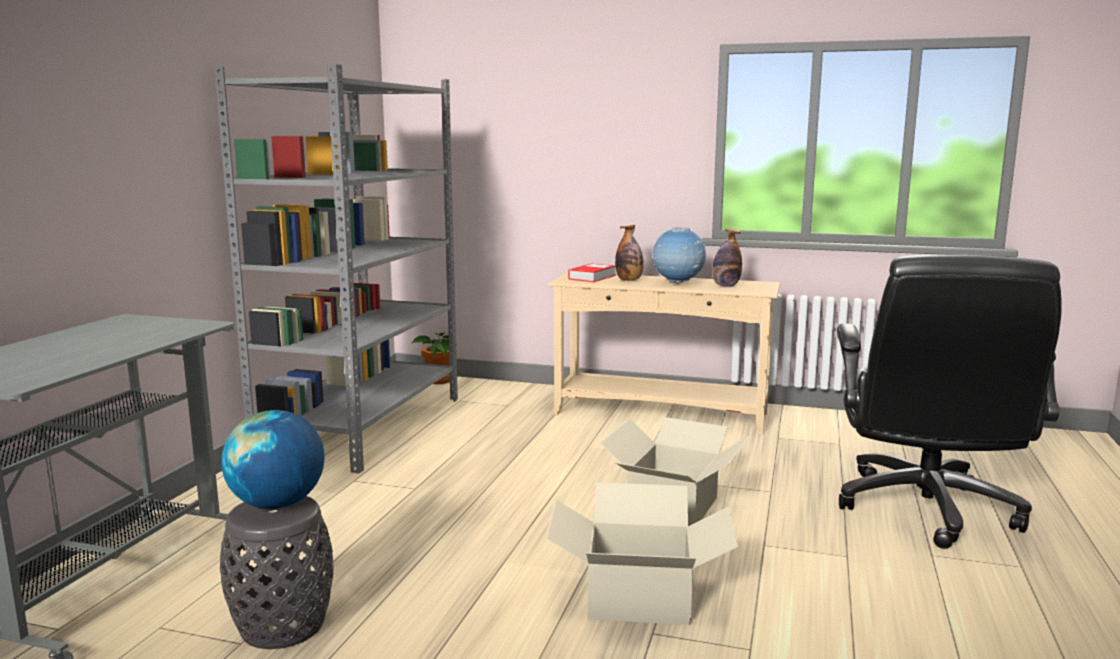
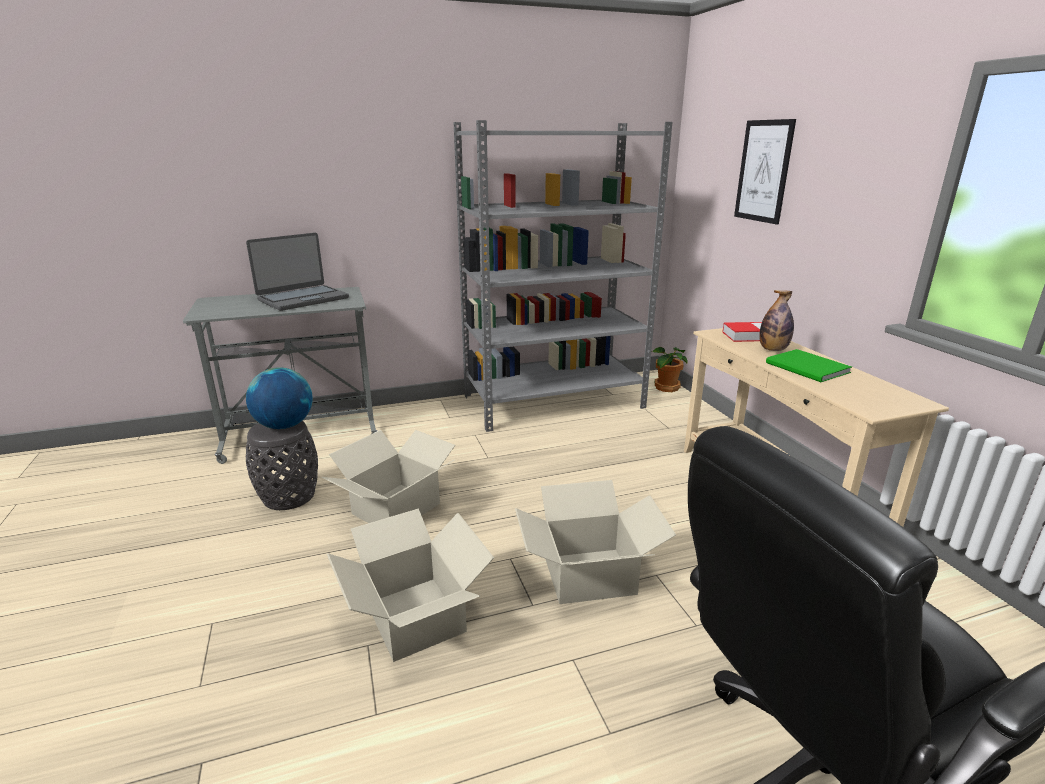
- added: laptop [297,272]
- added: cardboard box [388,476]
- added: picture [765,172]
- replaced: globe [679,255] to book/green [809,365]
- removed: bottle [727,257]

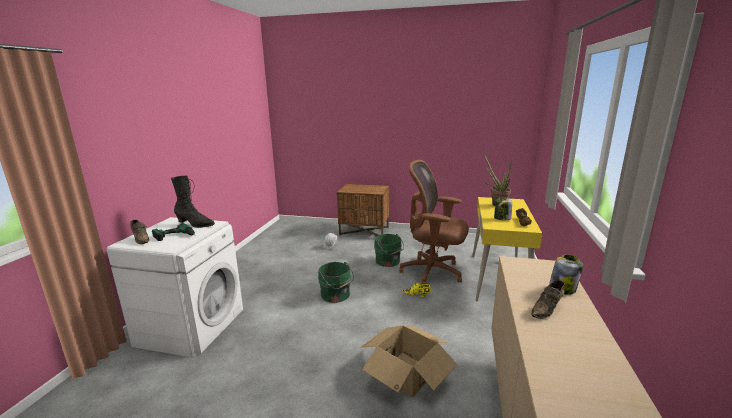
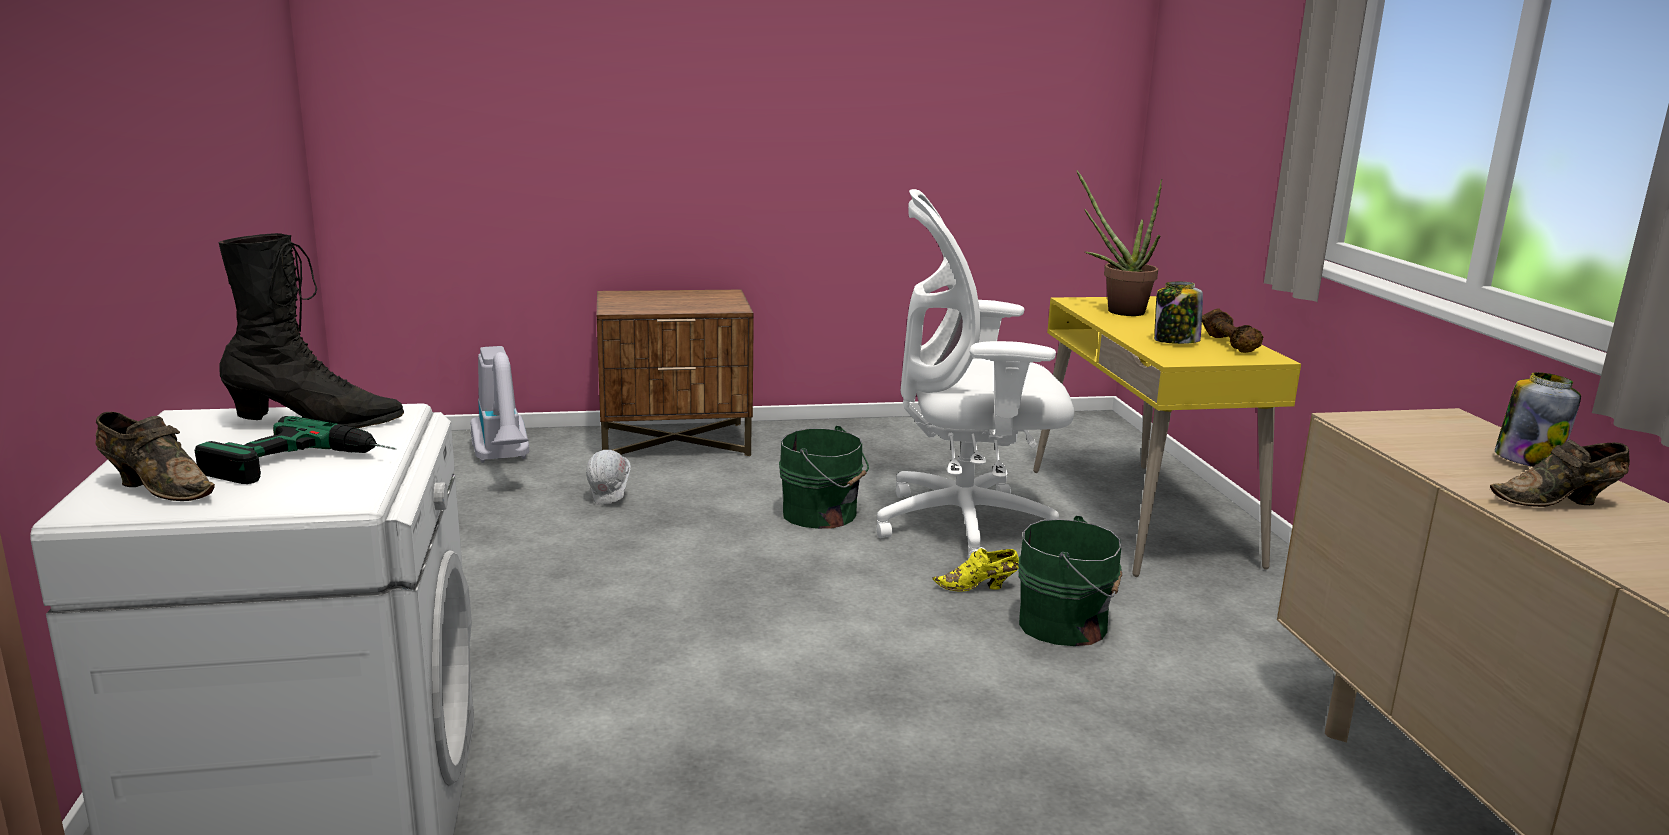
- added: vacuum cleaner [499,404]
- recoloured: office chair/brown [434,222] to office chair/white [975,373]
- moved: bucket/green [336,282] to [1070,581]
- turned: shoe/brown [548,299] = [1560,473] 60 degrees clockwise
- removed: cardboard box [409,361]

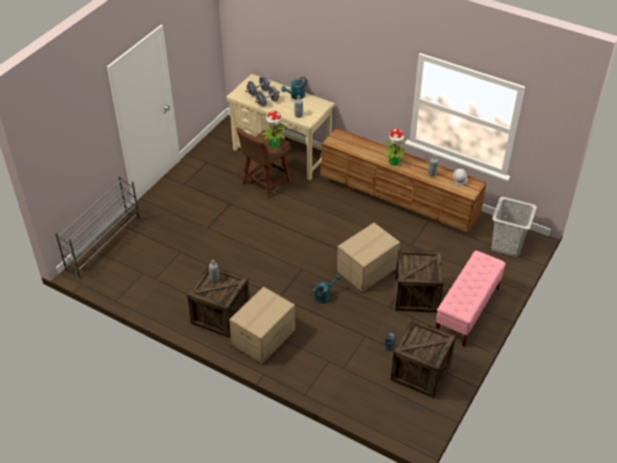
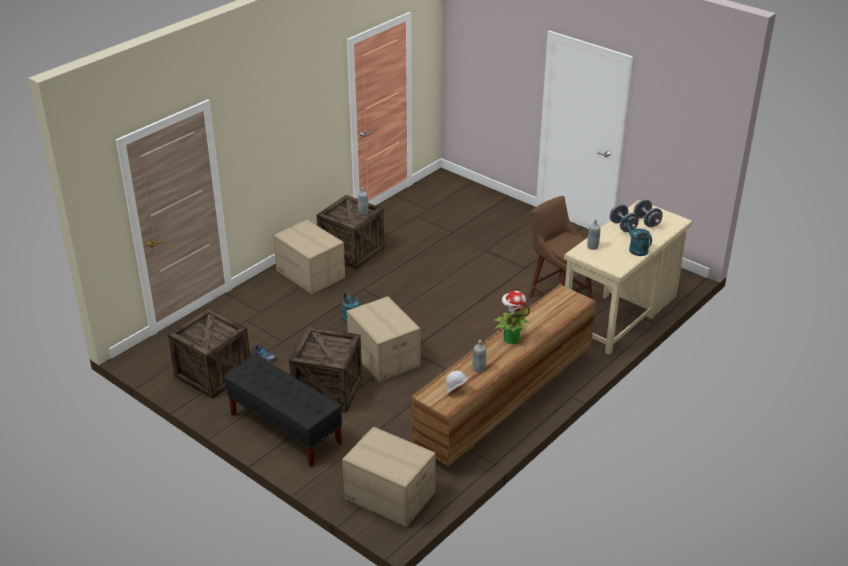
- recoloured: bench/pink [471,299] to bench/black [283,411]
- replaced: laundry basket/grey [514,227] to cardboard box [389,477]
- removed: shoe rack/grey [98,227]
- removed: potted plant [273,129]

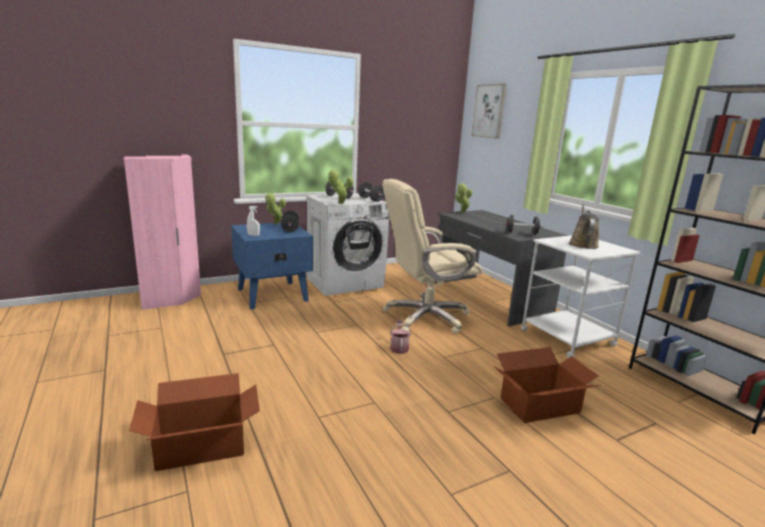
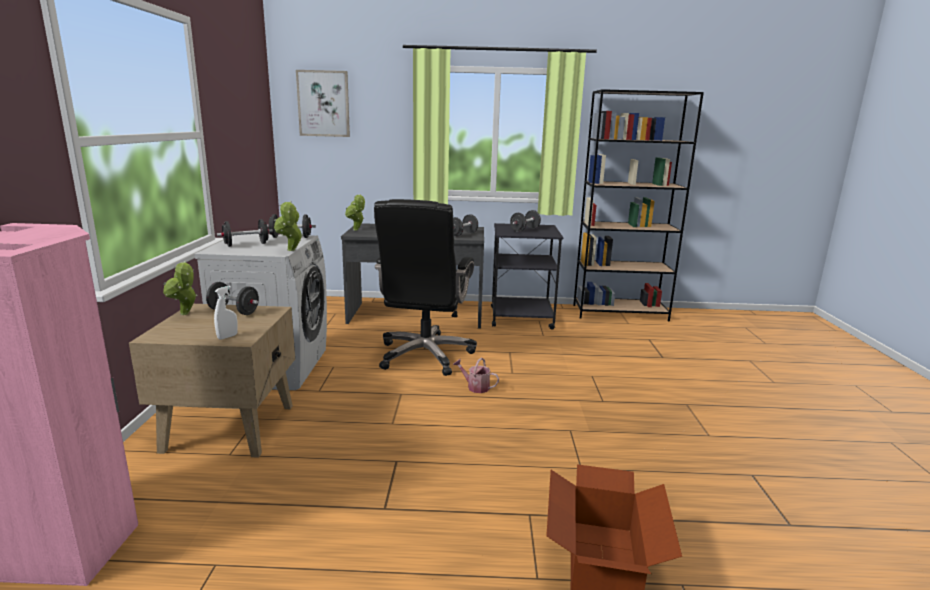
- recoloured: nightstand/blue [272,266] to nightstand/beige [212,381]
- recoloured: office chair/beige [432,256] to office chair/black [425,287]
- recoloured: cart/white [580,296] to cart/black [527,276]
- replaced: watering can/brown [584,226] to dumbbell/black [525,221]
- removed: cardboard box [548,385]

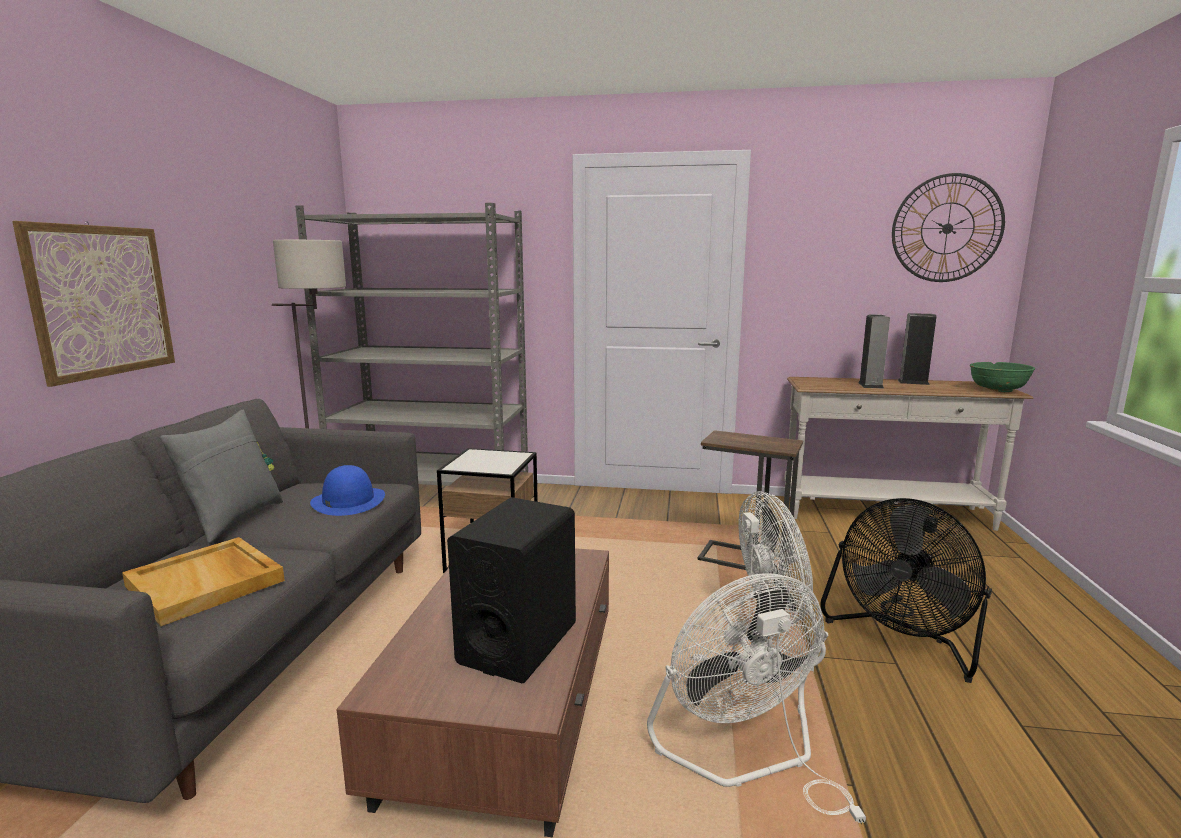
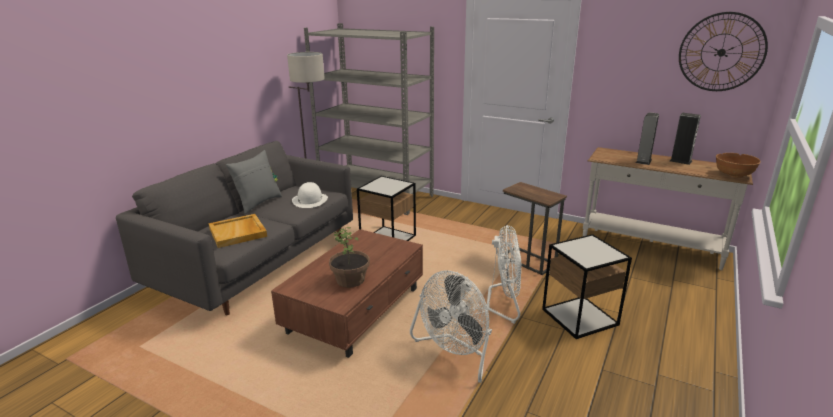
- recoloured: hat/blue [347,490] to hat/white [310,195]
- replaced: speaker/black [511,590] to potted plant [349,257]
- turned: fan/white [756,698] = [451,326] 135 degrees counterclockwise
- replaced: fan/black [906,590] to side table [587,286]
- recoloured: bowl/green [1002,377] to bowl/brown [738,165]
- removed: picture [93,304]

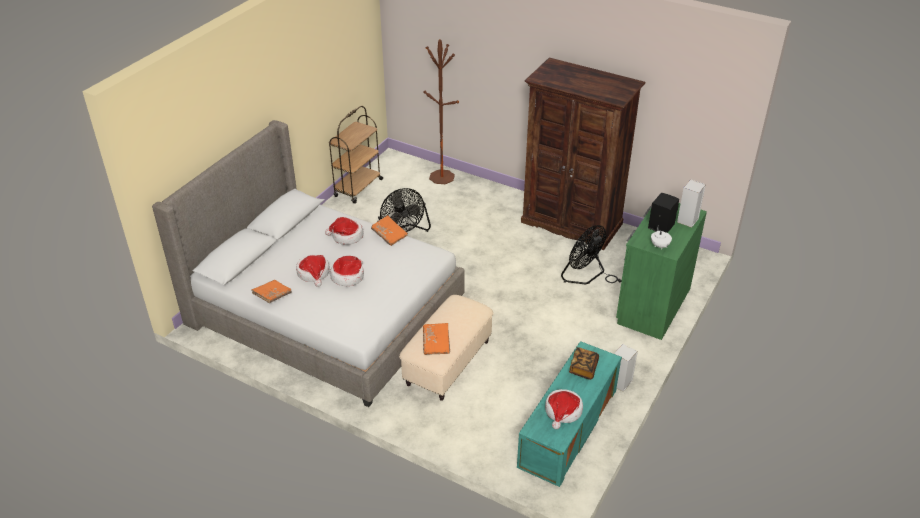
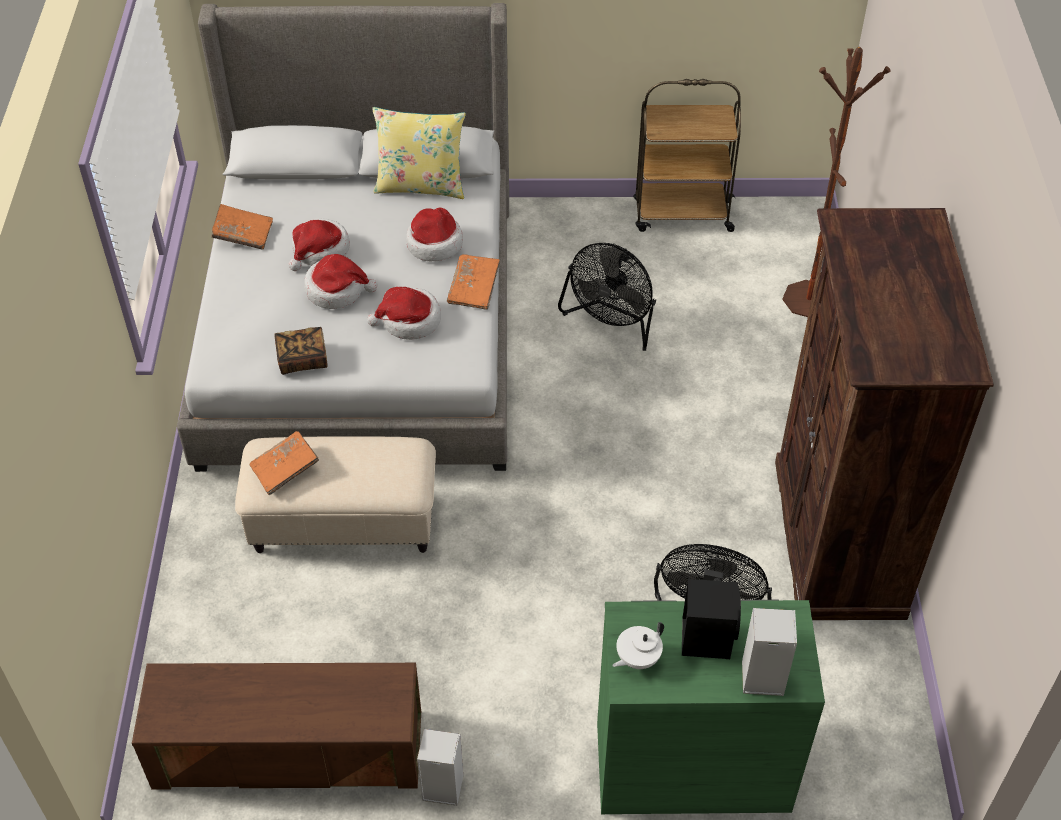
- recoloured: bench/turquoise [569,414] to bench/brown [276,726]
- moved: book [584,363] to [301,351]
- moved: hat [564,409] to [404,313]
- added: pillow/yellow [419,153]

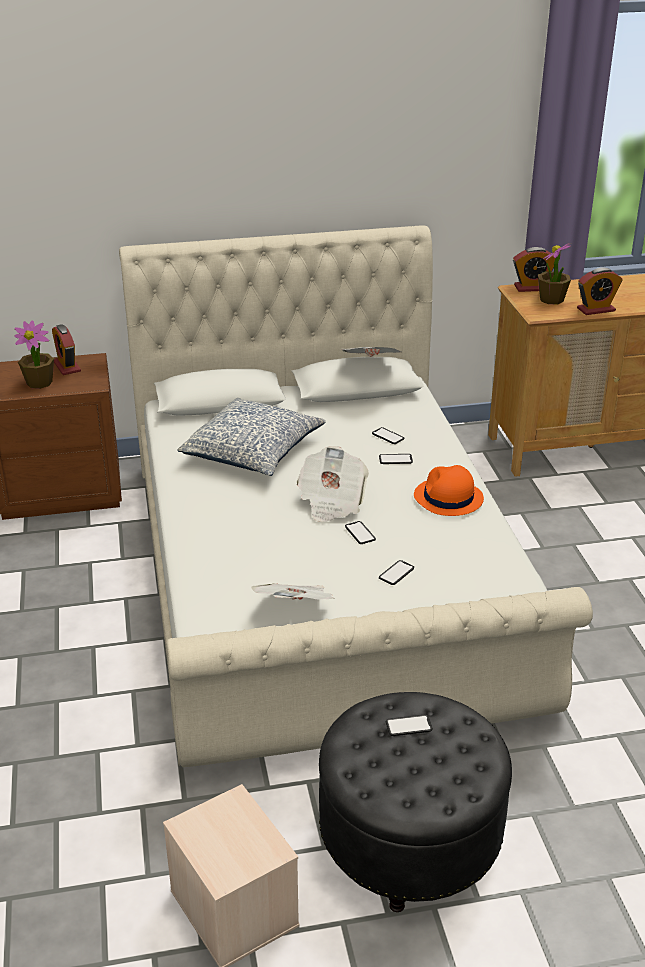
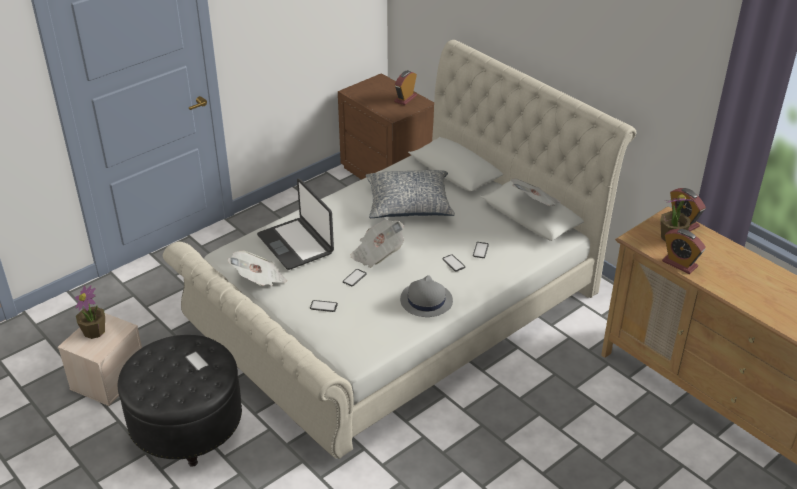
- moved: potted plant [34,355] to [90,312]
- added: laptop [295,224]
- recoloured: hat/orange [449,490] to hat/grey [426,296]

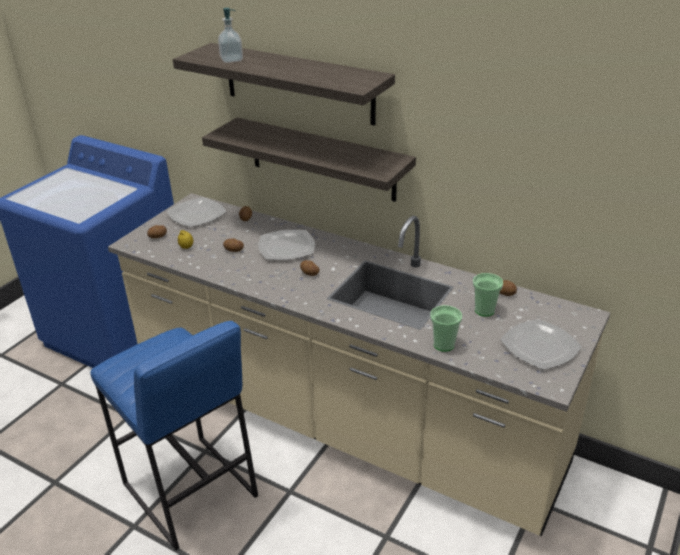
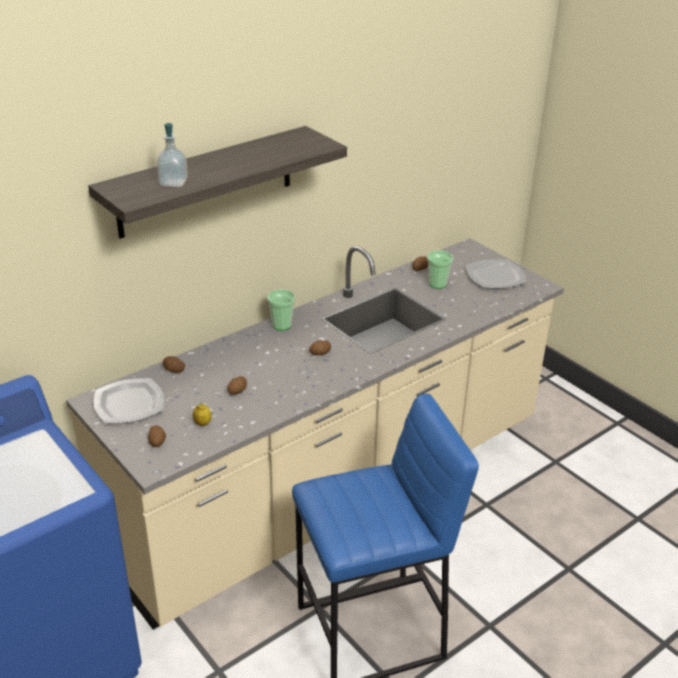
- moved: cup [446,328] to [281,310]
- removed: shelf [309,159]
- removed: plate [286,245]

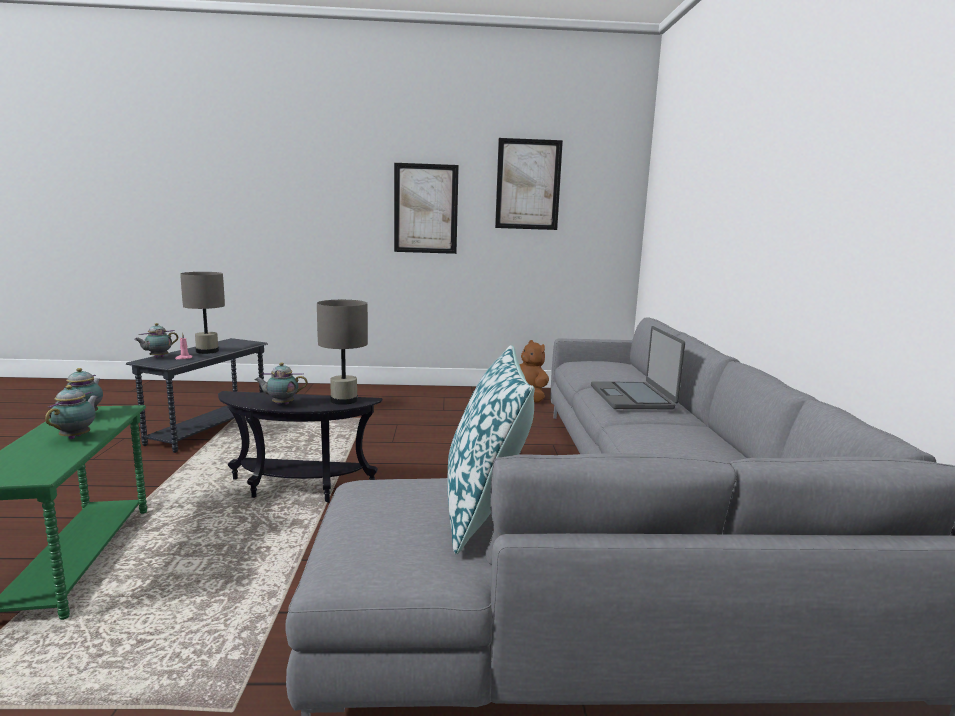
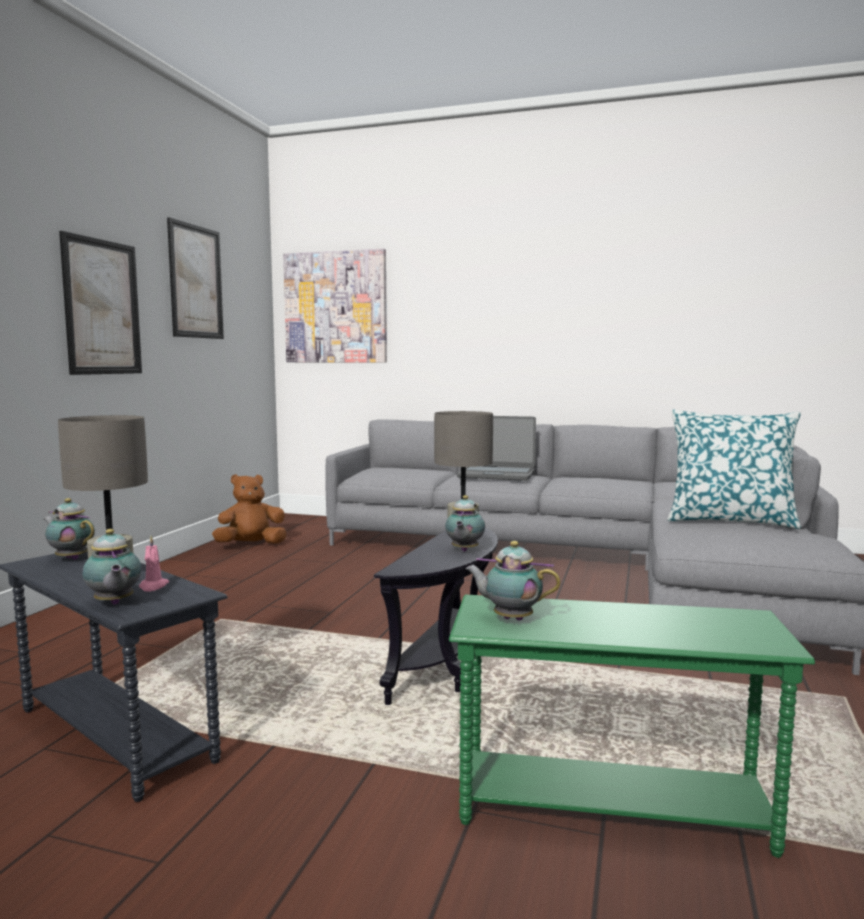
- moved: teapot [71,412] to [69,529]
- added: picture [335,305]

